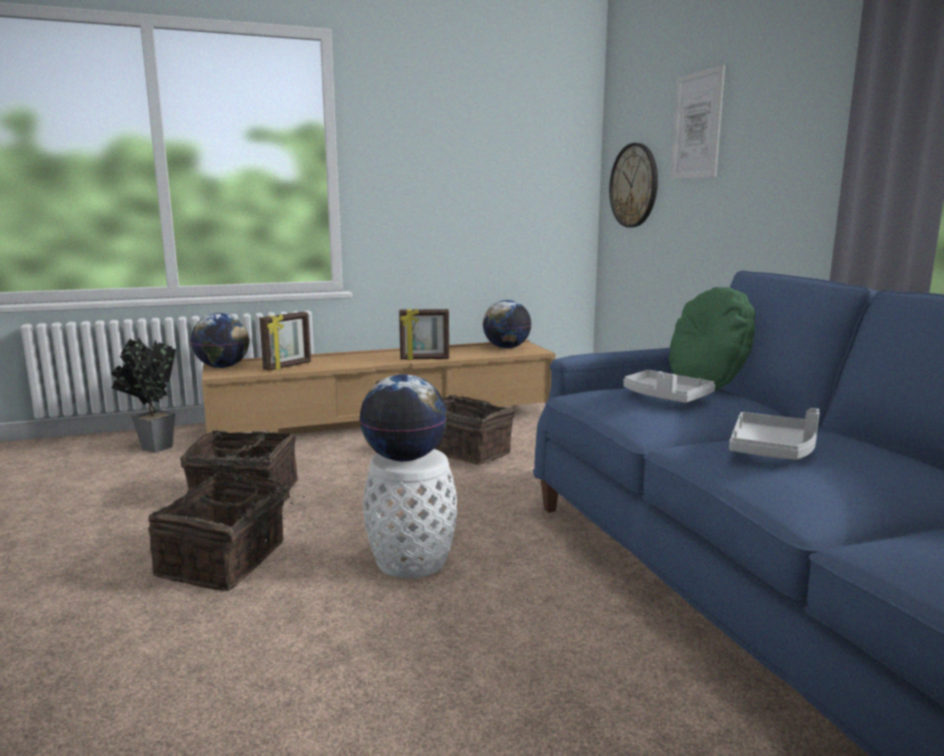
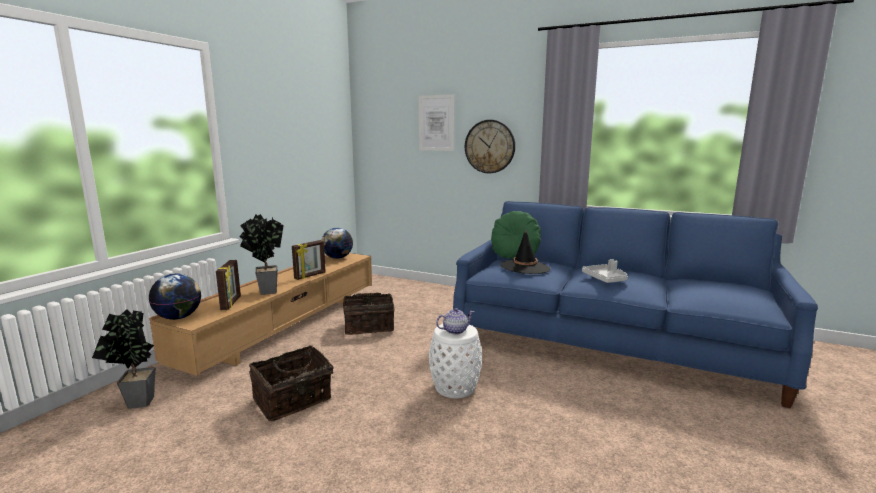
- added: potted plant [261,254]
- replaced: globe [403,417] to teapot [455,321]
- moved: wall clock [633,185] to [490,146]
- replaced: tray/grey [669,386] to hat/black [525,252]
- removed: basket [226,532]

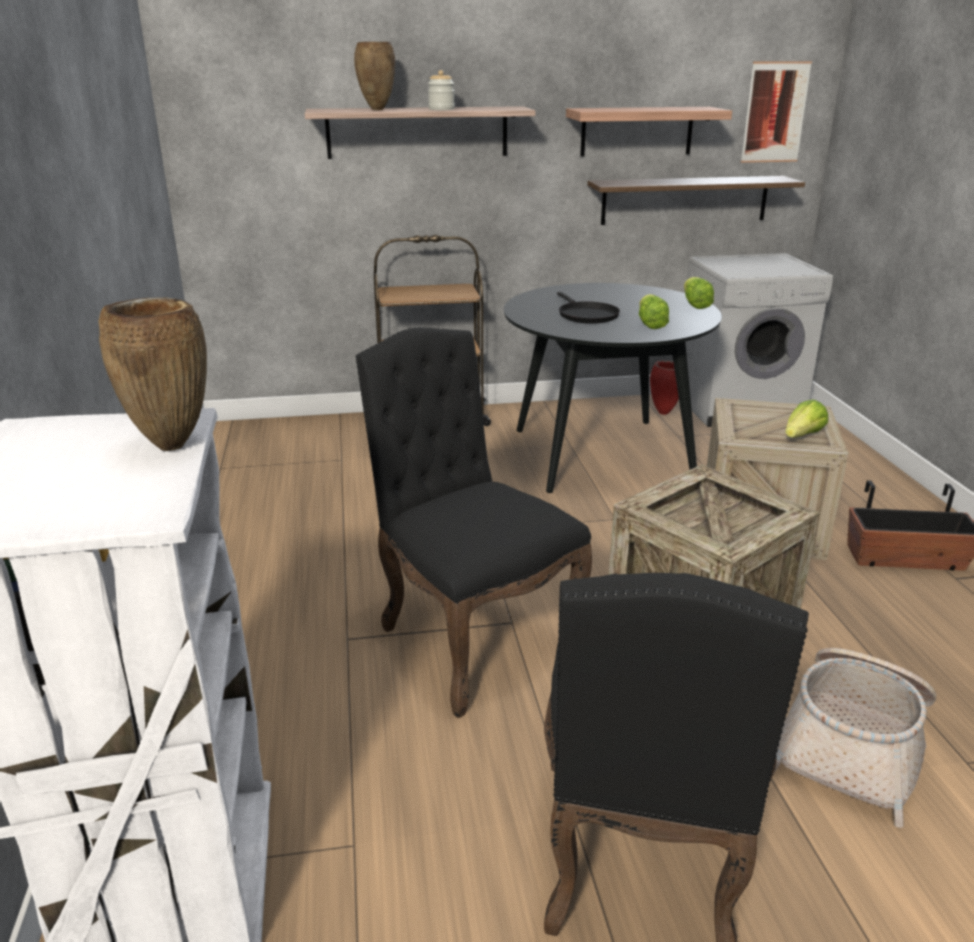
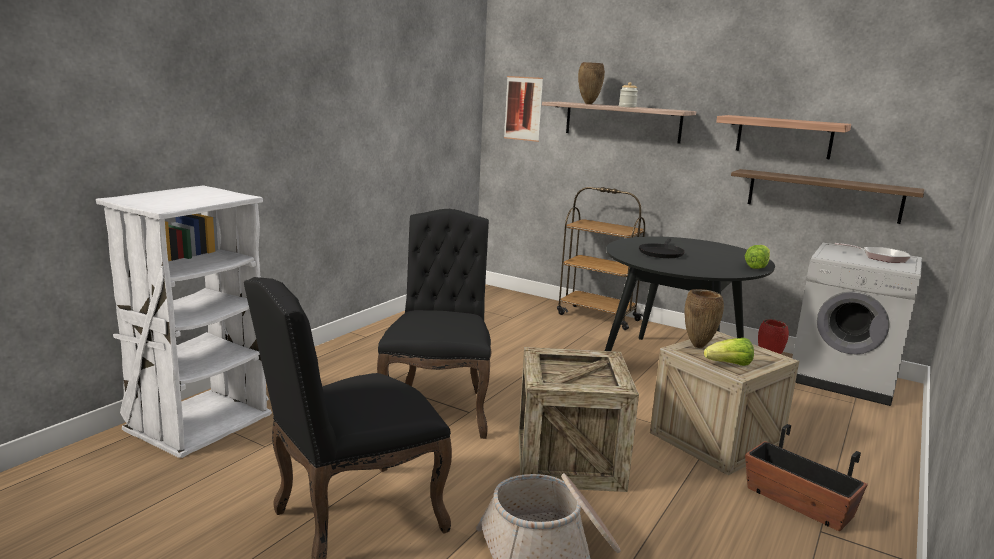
- moved: picture [776,112] to [523,109]
- moved: vase/brown [152,374] to [704,318]
- added: frying pan [873,253]
- removed: lettuce [654,311]

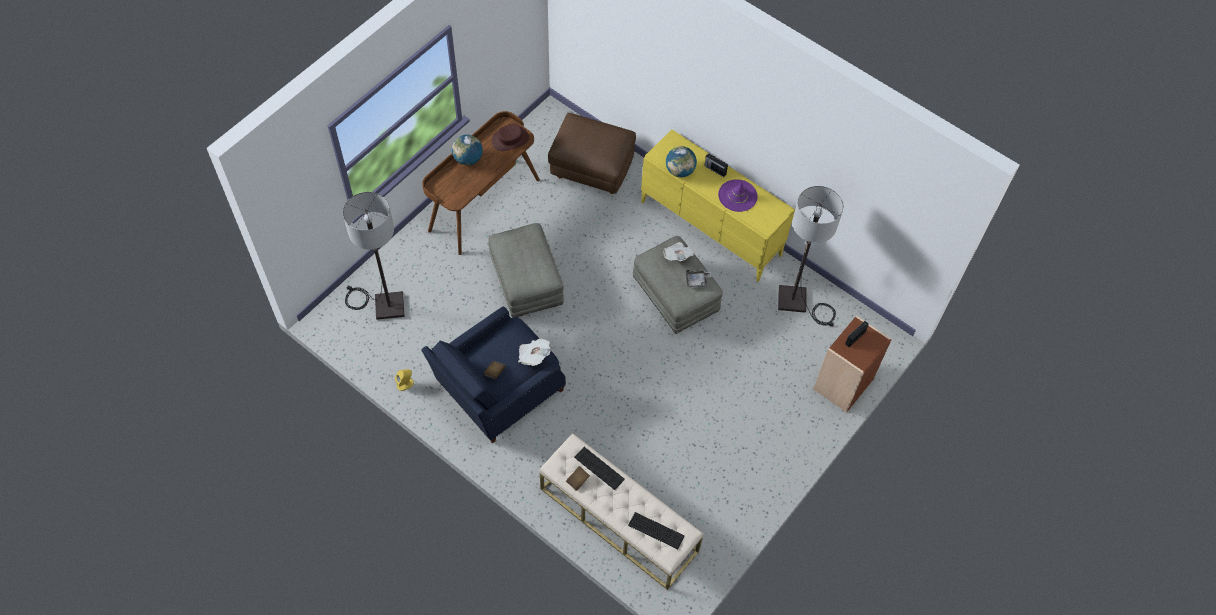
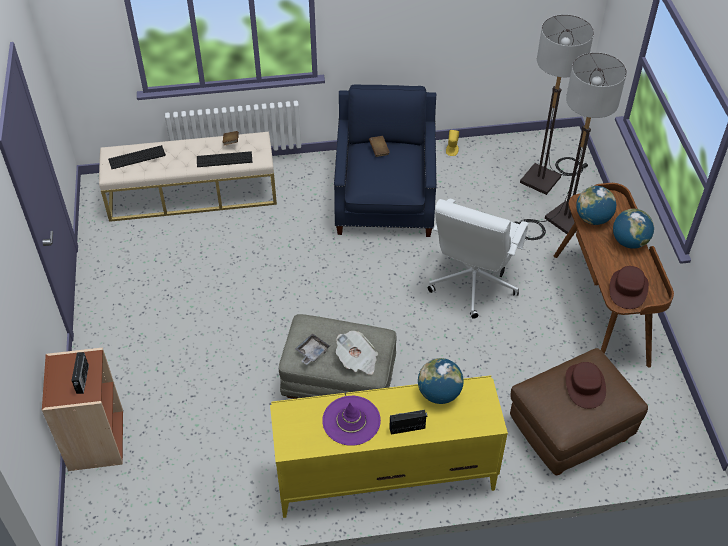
- replaced: ottoman/grey [526,270] to office chair/white [478,259]
- moved: floor lamp [810,256] to [570,146]
- added: hat/brown [585,385]
- added: globe [596,205]
- removed: newspaper [534,352]

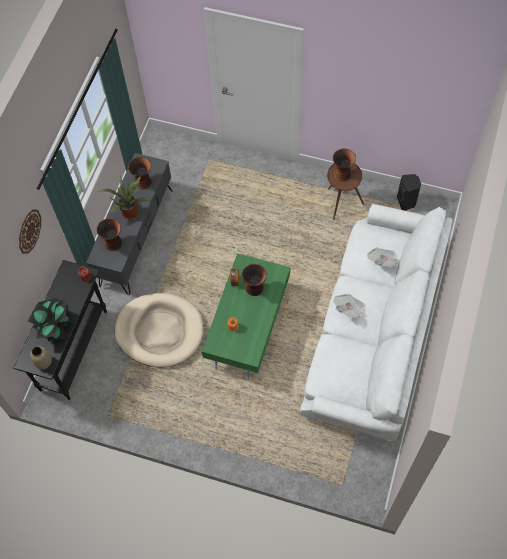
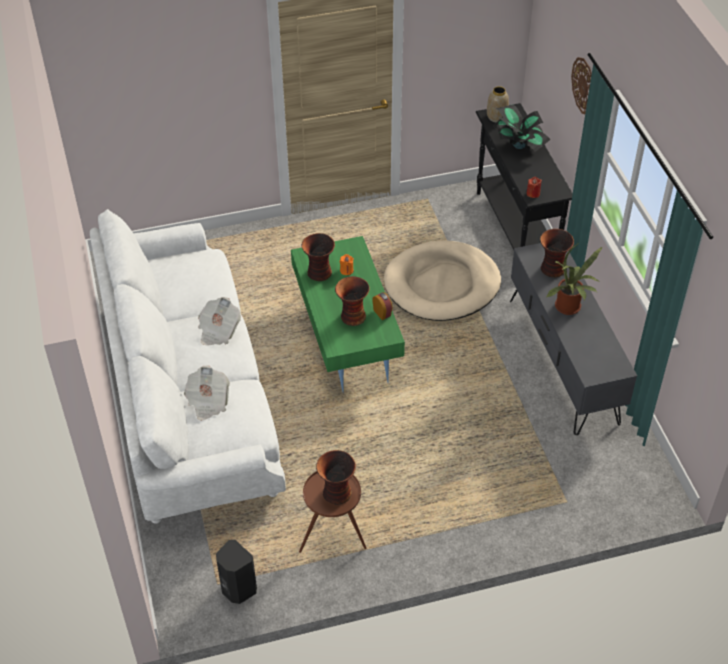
- moved: vase [140,173] to [318,257]

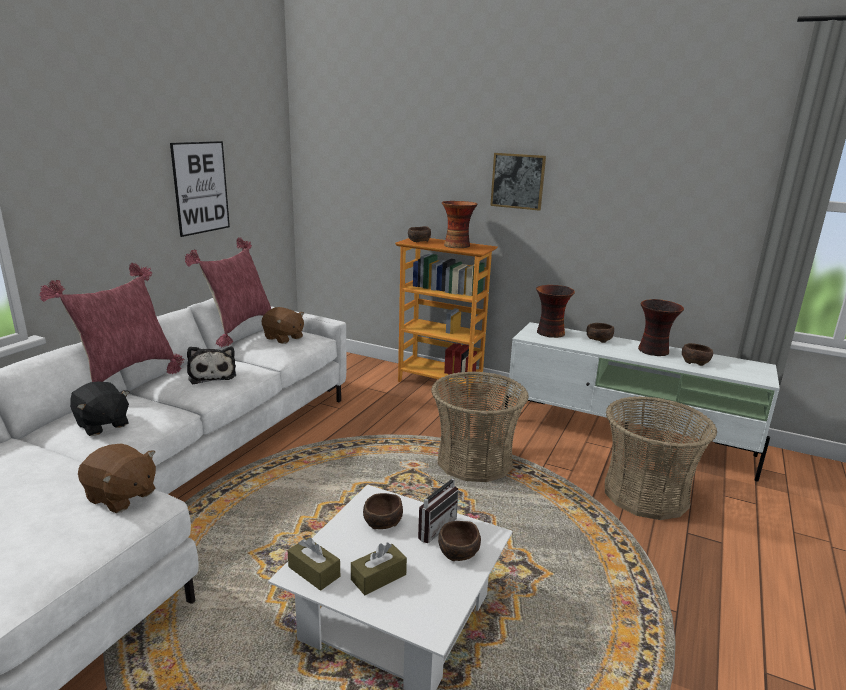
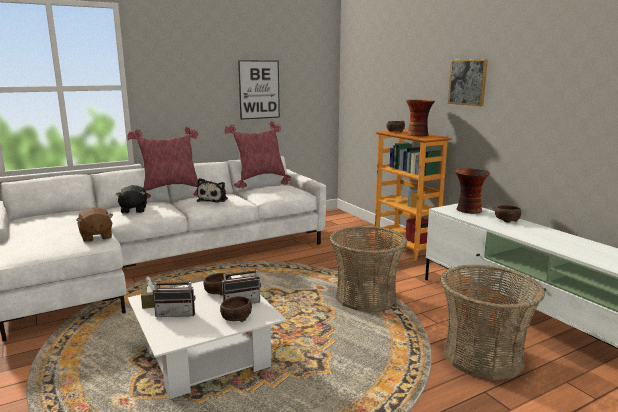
- replaced: tissue box/brown [379,568] to radio [174,292]
- removed: plush toy/brown [283,325]
- removed: vase [661,327]
- removed: bowl/brown [697,354]

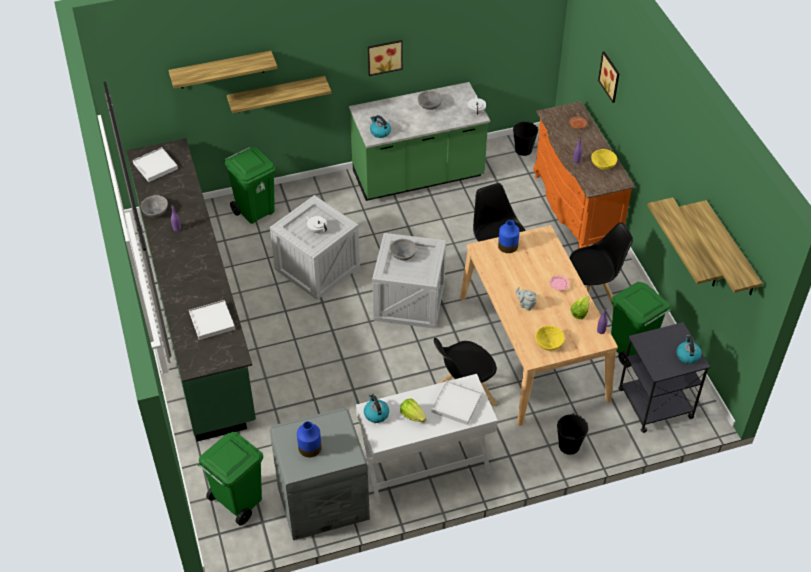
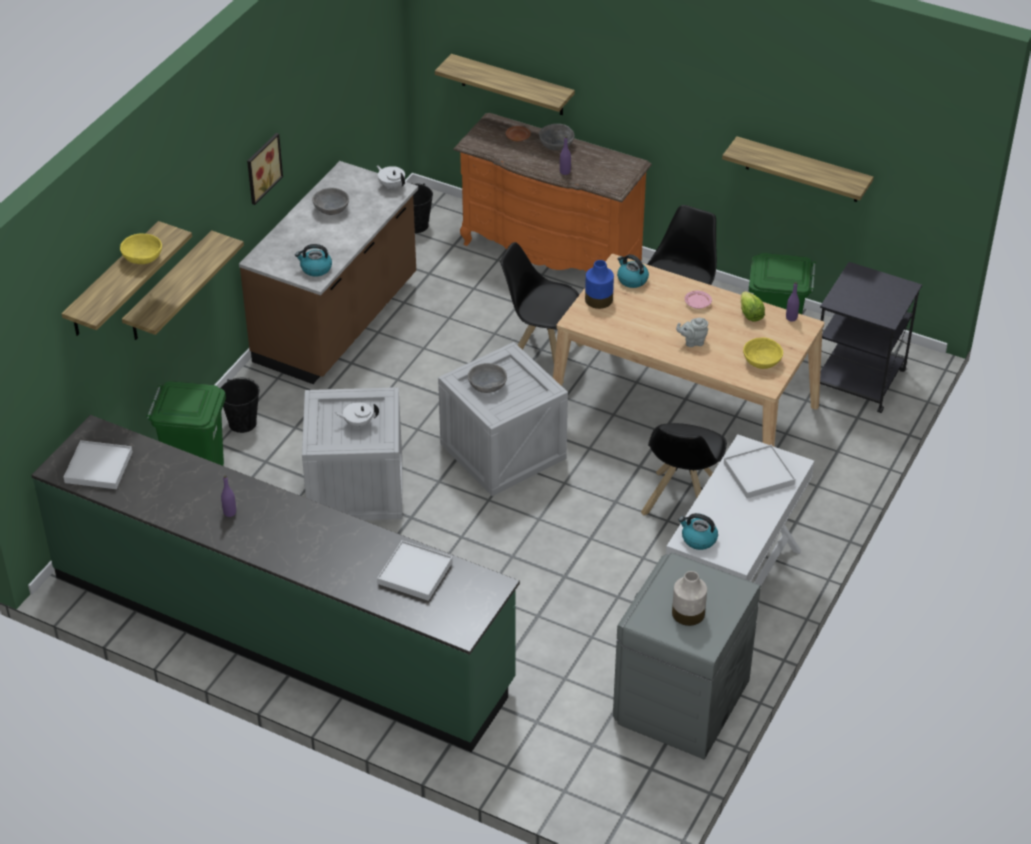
- moved: bowl/yellow [604,159] to [141,248]
- moved: bucket/black [573,434] to [240,405]
- recoloured: counter/green [419,141] to counter/brown [328,272]
- moved: shelf [721,247] to [505,84]
- moved: bowl/grey [154,206] to [557,137]
- moved: kettle [689,349] to [633,271]
- recoloured: vase/blue [309,439] to vase/beige [689,598]
- removed: trash can/green [230,479]
- removed: lettuce [413,410]
- removed: picture [609,77]

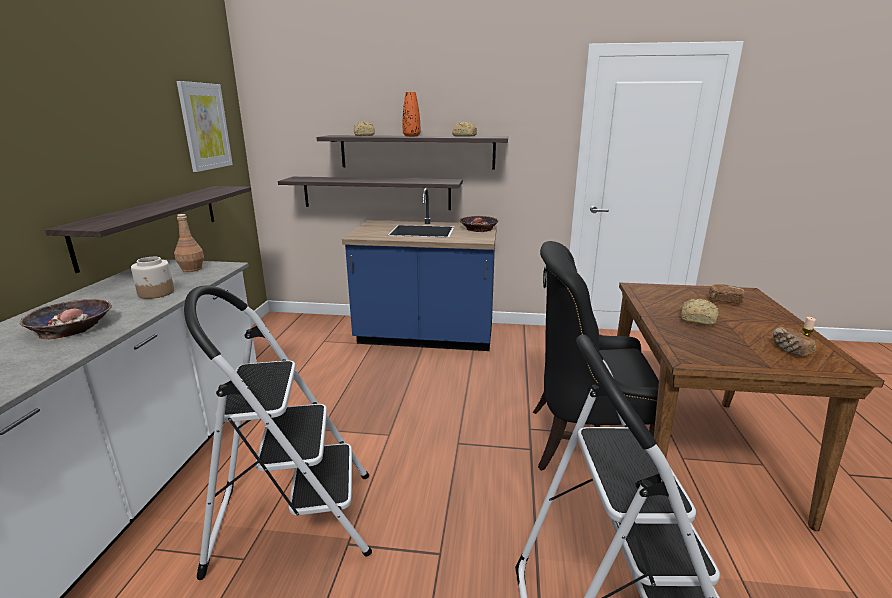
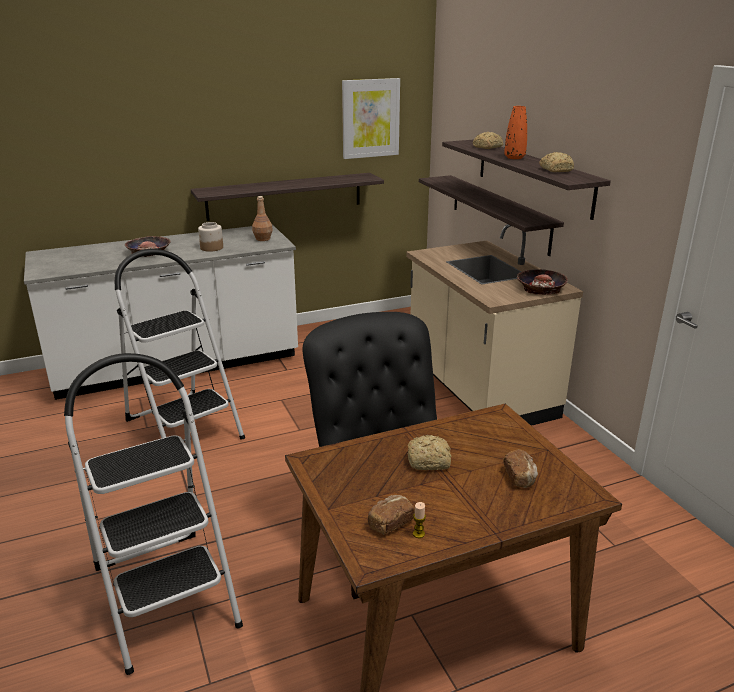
- recoloured: counter/blue [419,269] to counter/beige [494,325]

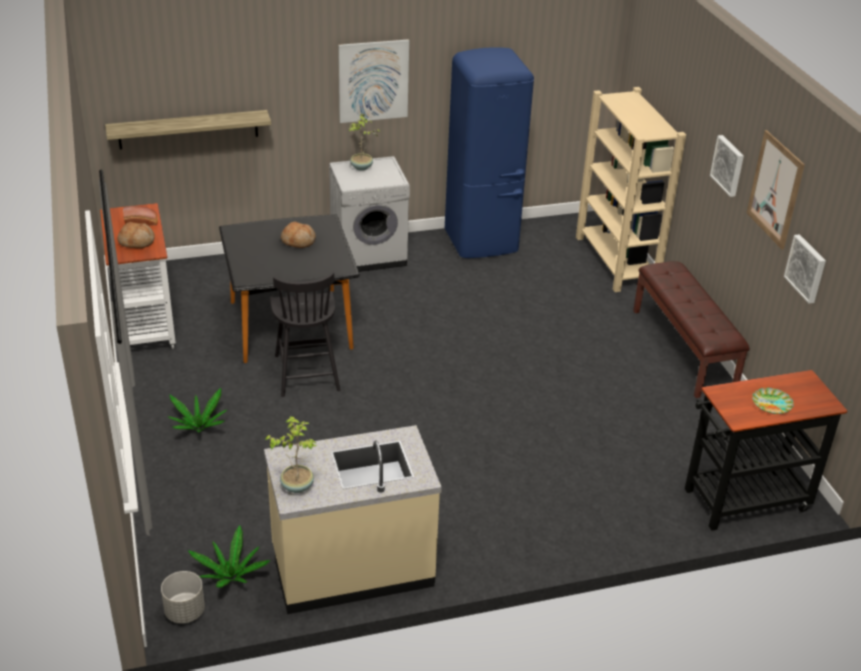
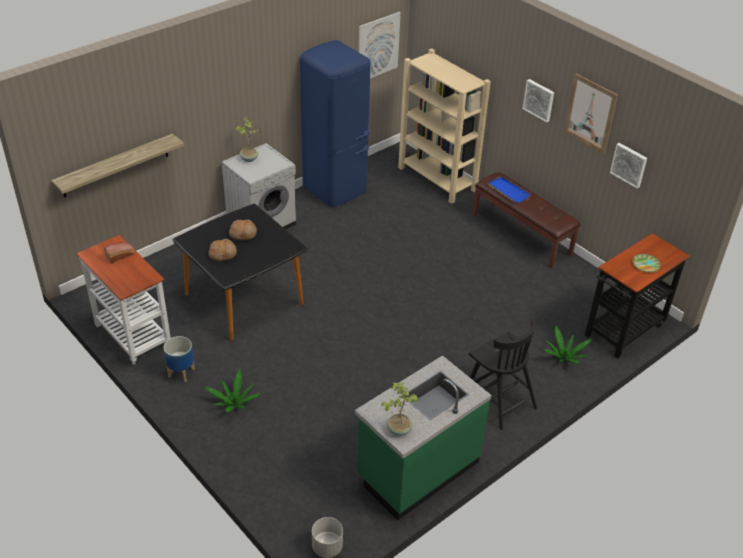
- added: planter [179,359]
- moved: bread [136,235] to [223,250]
- recoloured: counter/beige [353,519] to counter/green [423,437]
- moved: picture [373,81] to [380,45]
- moved: chair/black [305,334] to [503,374]
- added: tray/blue [509,189]
- moved: potted plant [229,556] to [567,344]

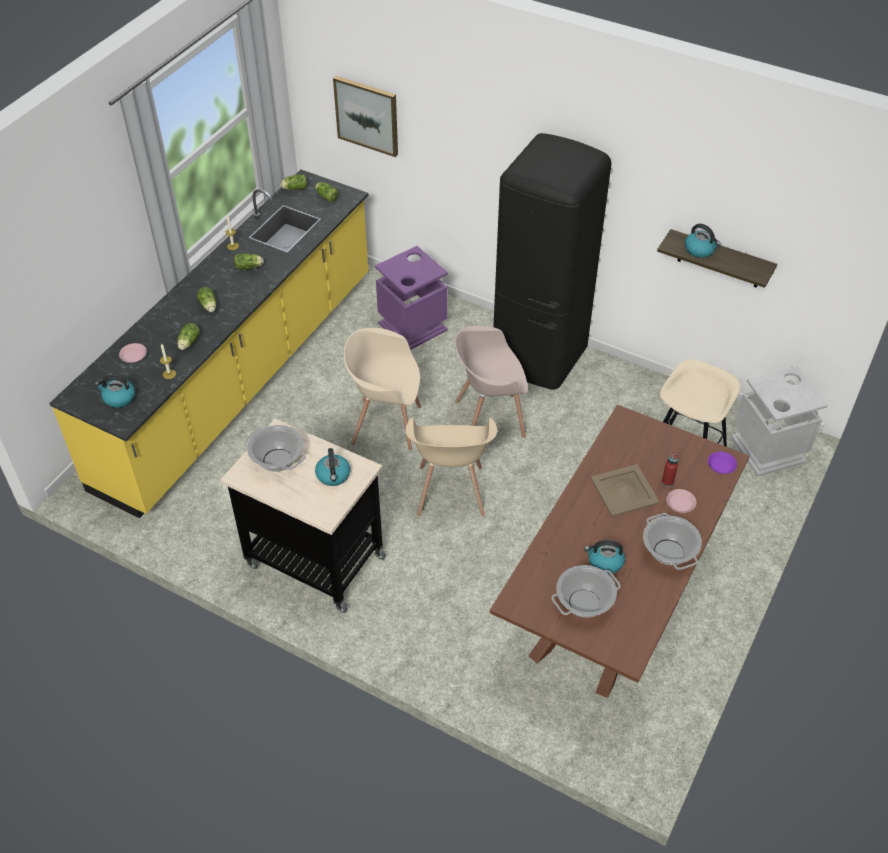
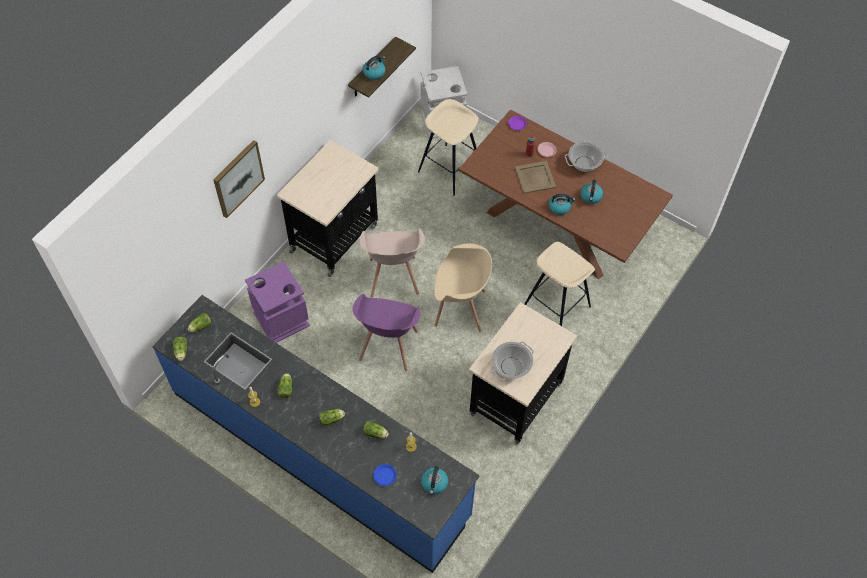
- recoloured: counter/yellow [208,343] to counter/blue [316,434]
- moved: picture [365,116] to [239,179]
- replaced: fridge/black [552,261] to cart/black [328,208]
- recoloured: chair/beige [382,389] to chair/purple [386,332]
- recoloured: plate/pink [133,353] to plate/blue [385,475]
- added: stool/beige [559,284]
- moved: kettle [332,467] to [562,204]
- removed: cooking pot [586,591]

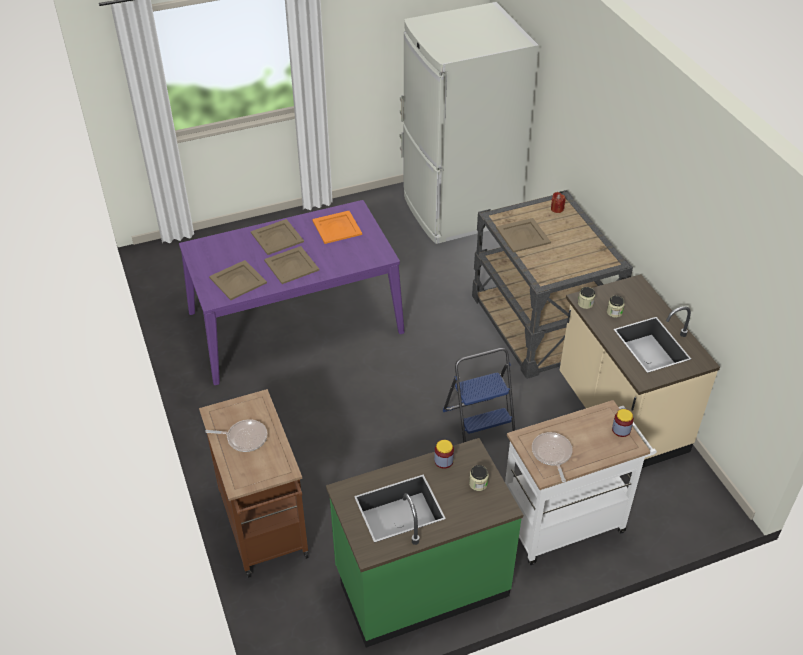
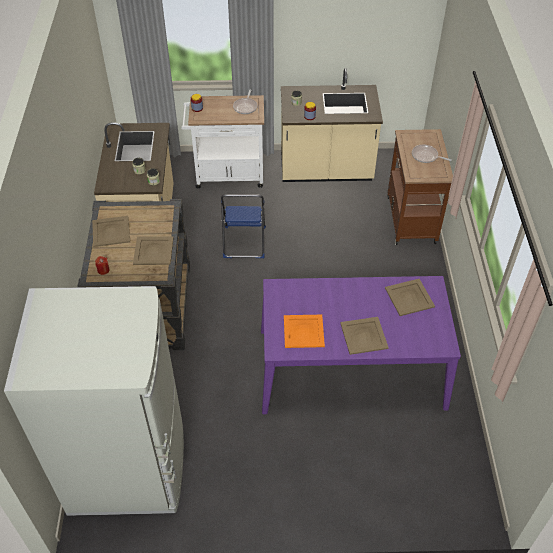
- moved: tray/beige [291,265] to [111,231]
- recoloured: counter/green [424,543] to counter/beige [332,125]

